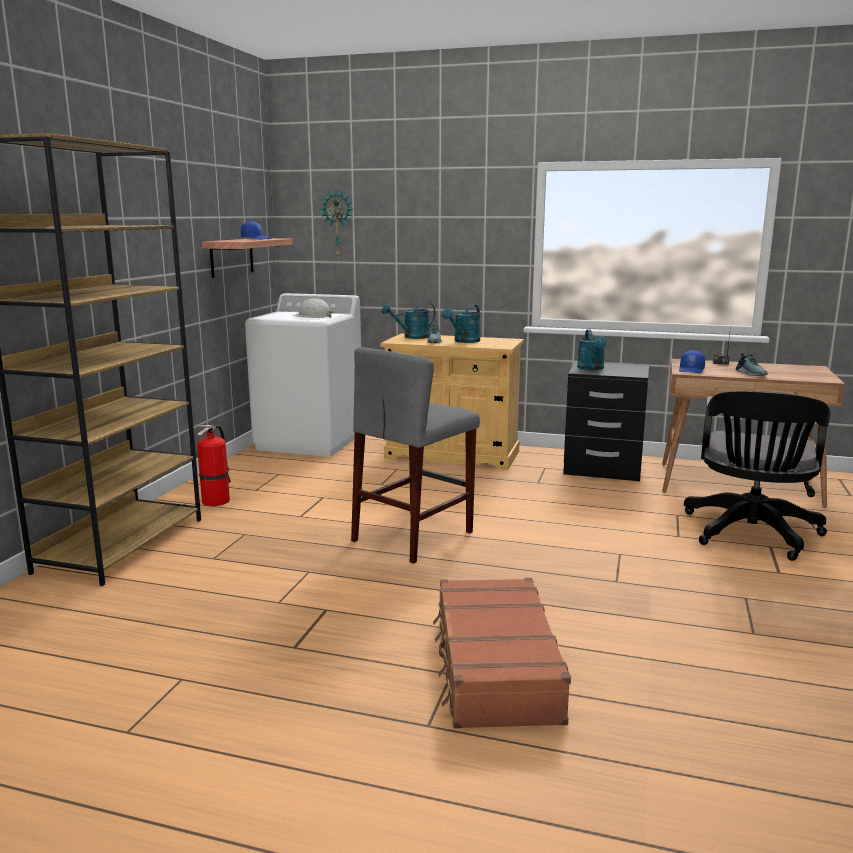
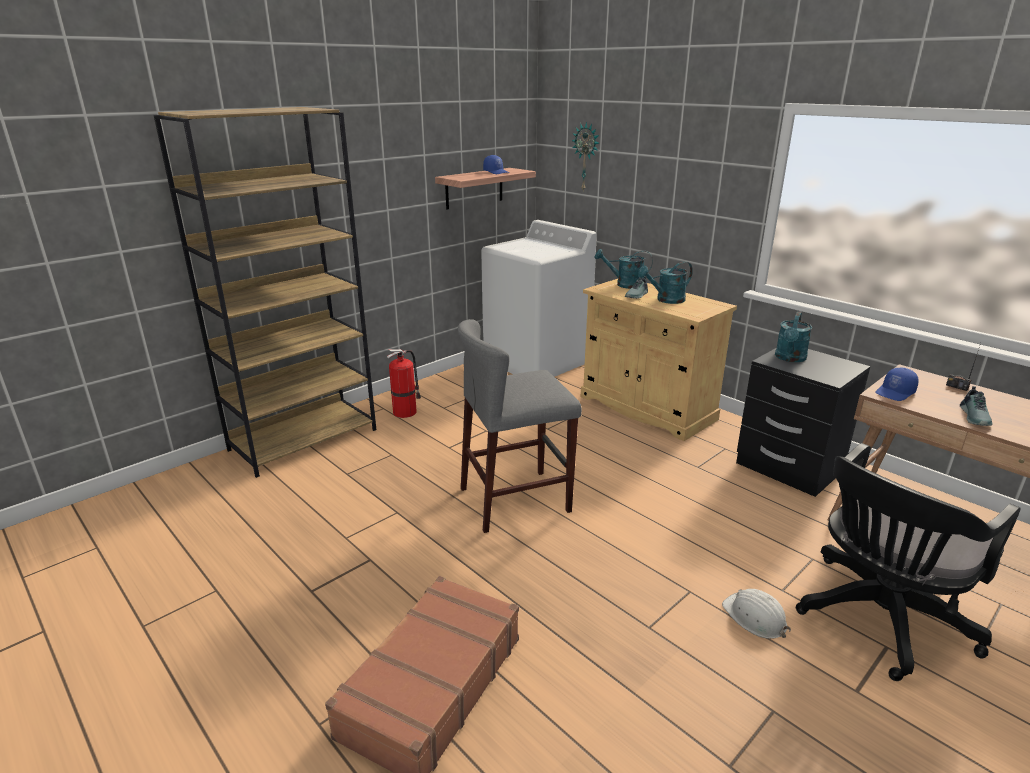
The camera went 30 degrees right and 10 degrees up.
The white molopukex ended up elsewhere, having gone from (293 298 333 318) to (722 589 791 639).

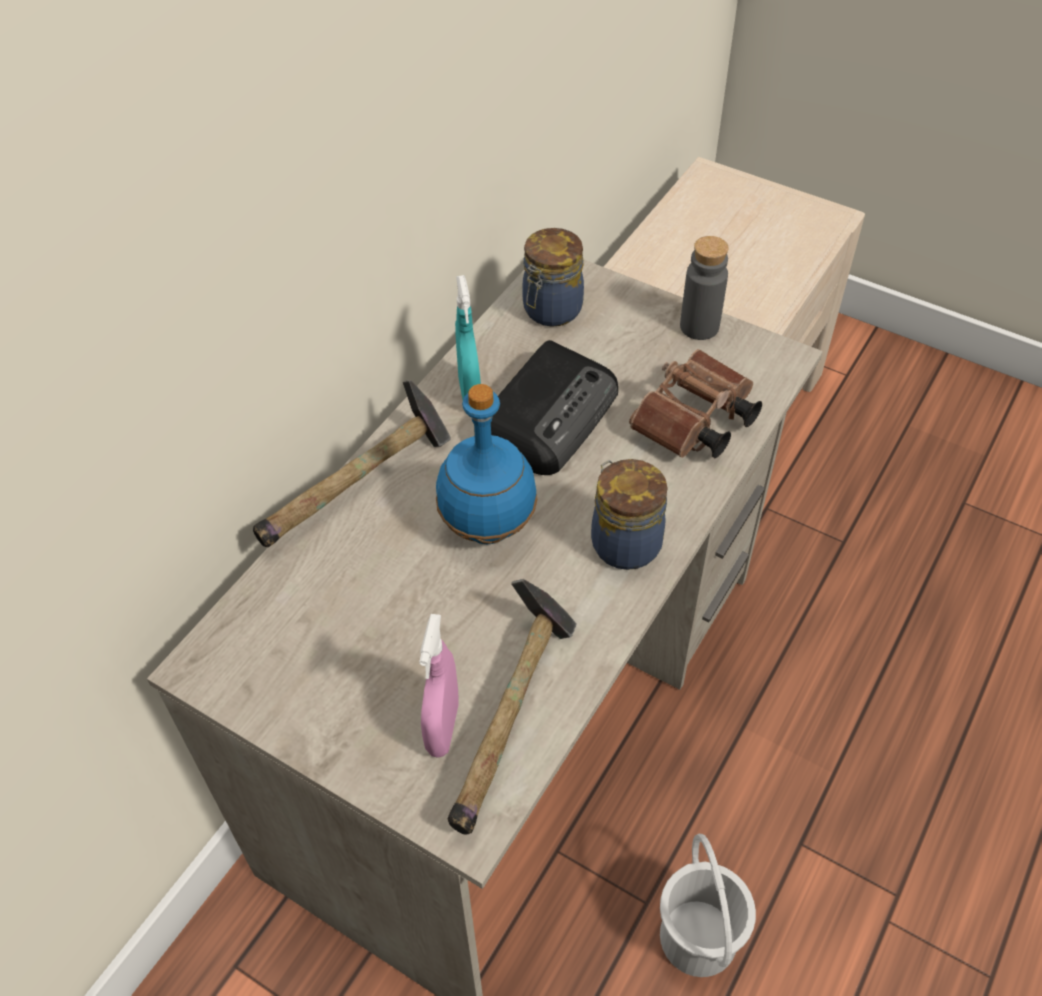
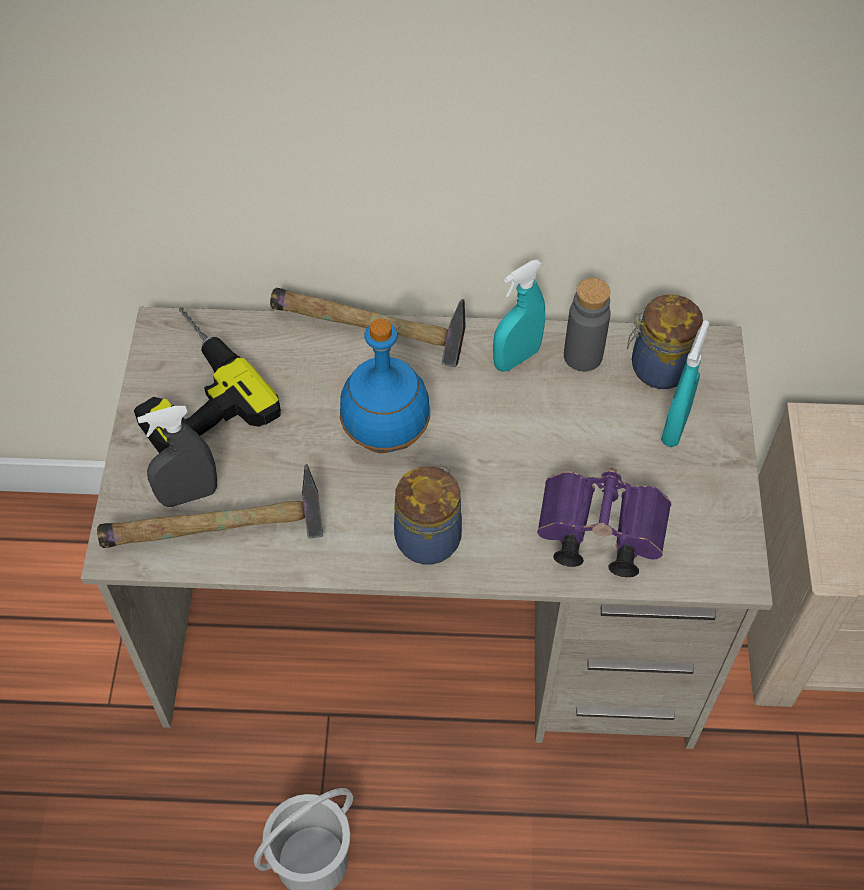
The camera went 60 degrees right and 5 degrees up.
The second view gained the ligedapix at (134 307 281 453).
What was the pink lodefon at (419 614 458 758) turned into the grey lodefon at (137 406 217 507).
What was the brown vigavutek at (629 349 762 458) turned into the purple vigavutek at (537 468 671 577).
The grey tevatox ended up elsewhere, having gone from (680 236 729 340) to (564 278 611 372).
The second view gained the turquoise lodefon at (661 320 709 447).
The second view lost the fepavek at (491 340 618 475).

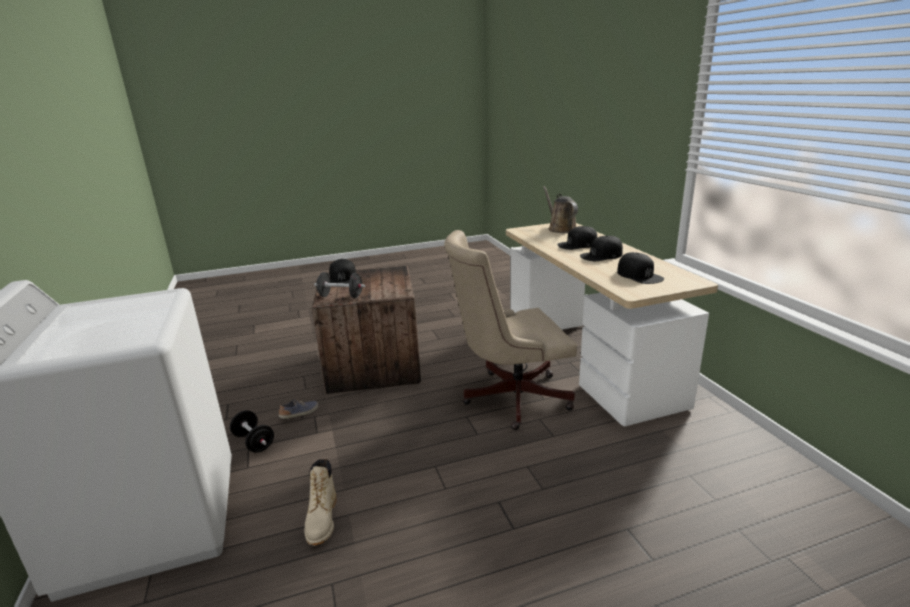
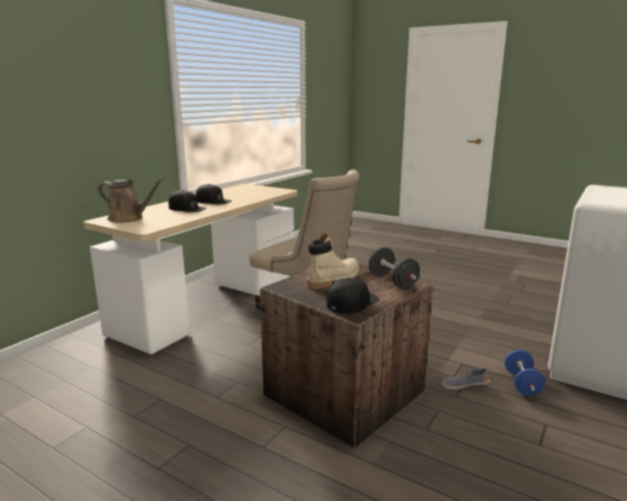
The camera went 130 degrees left and 5 degrees down.
The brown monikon at (543 186 578 233) ended up facing another way, 105 degrees counterclockwise from before.
The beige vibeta ended up elsewhere, having gone from (304 459 336 546) to (307 233 359 289).
What was the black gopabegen at (230 410 274 453) turned into the blue gopabegen at (504 350 545 396).
The second view lost the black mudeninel at (617 252 664 284).

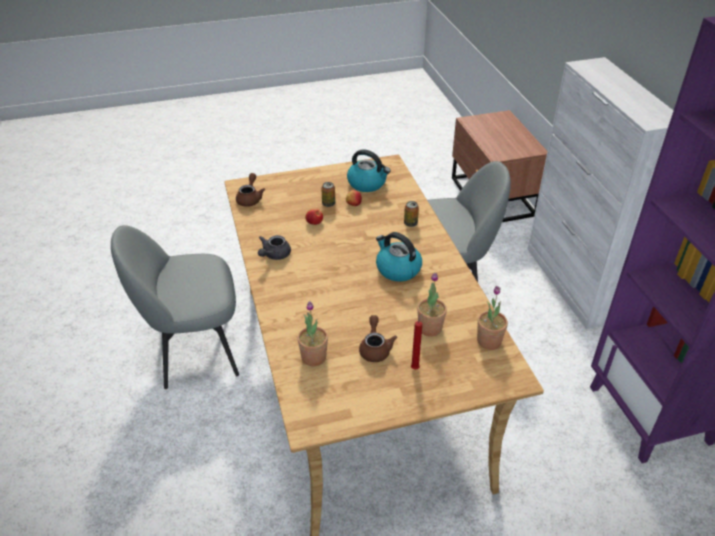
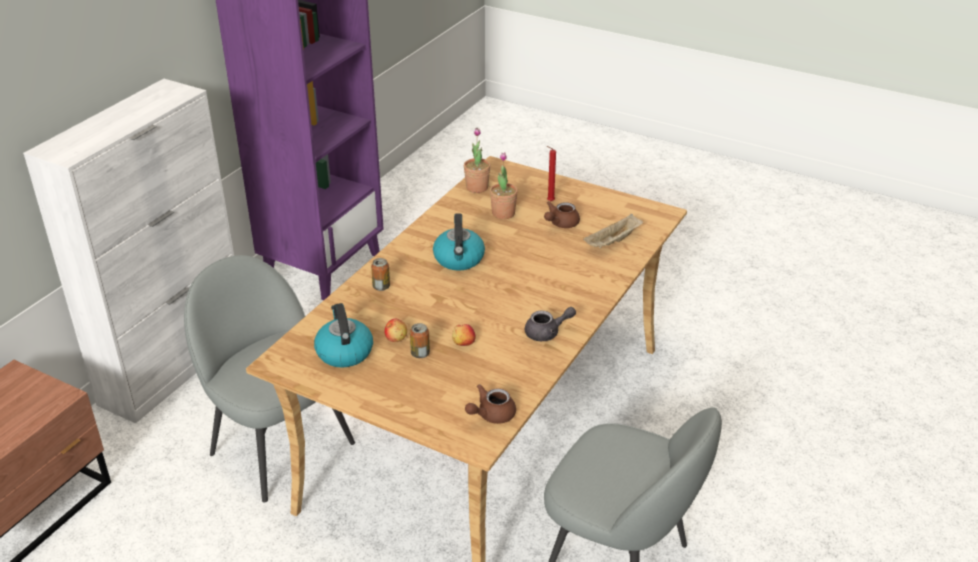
The camera went 135 degrees left and 5 degrees down.
Where the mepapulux stood at (297 301 328 366), the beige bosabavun came to stand at (583 214 643 248).

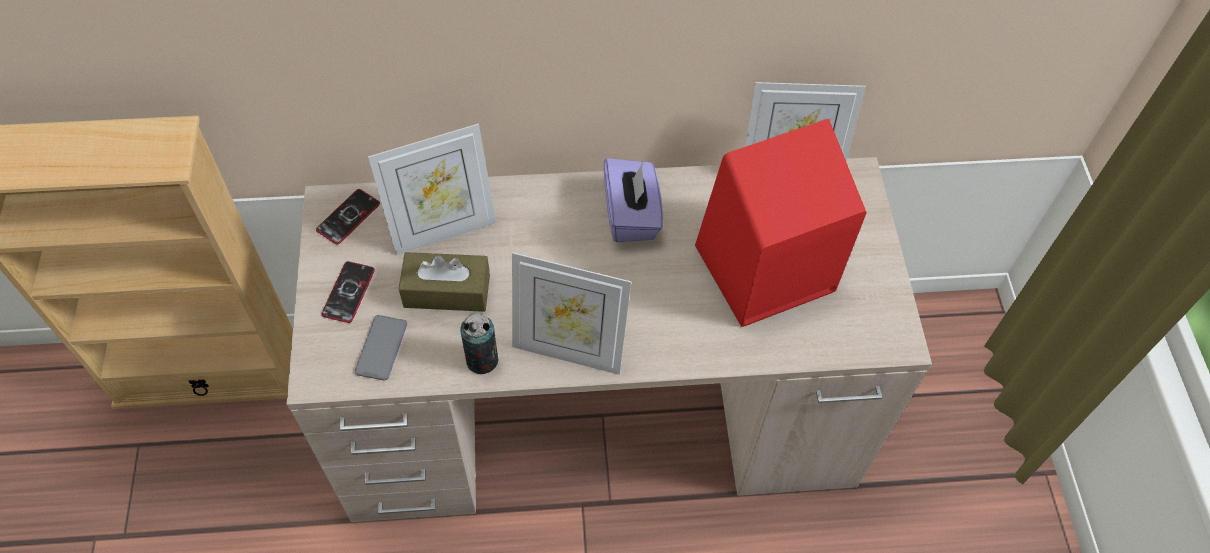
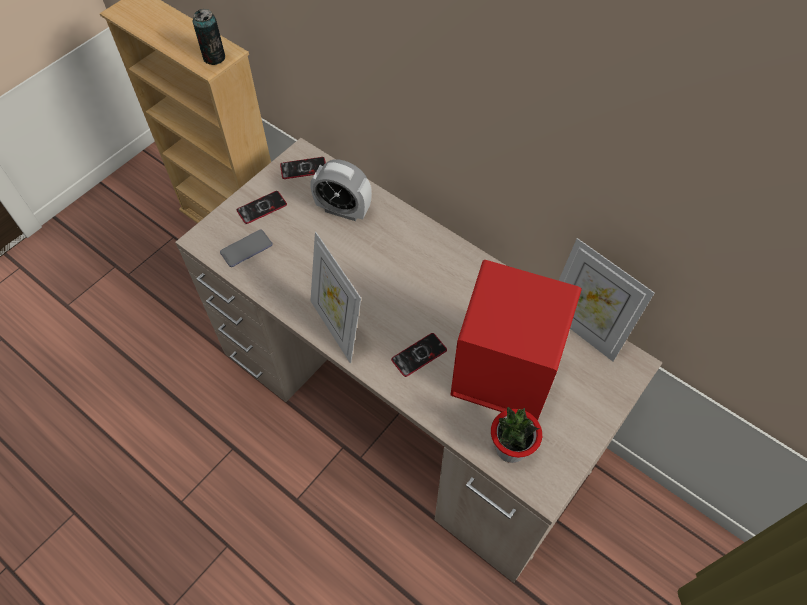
The camera went 45 degrees right and 0 degrees up.
The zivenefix ended up elsewhere, having gone from (460 313 498 374) to (193 9 225 65).
Where the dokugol stood at (368 123 496 255), the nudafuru came to stand at (310 159 372 221).
The second view gained the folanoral at (391 333 447 377).
The second view gained the mepapulux at (491 407 542 463).
The second view lost the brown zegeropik at (399 252 490 312).
The second view lost the purple zegeropik at (604 158 663 242).

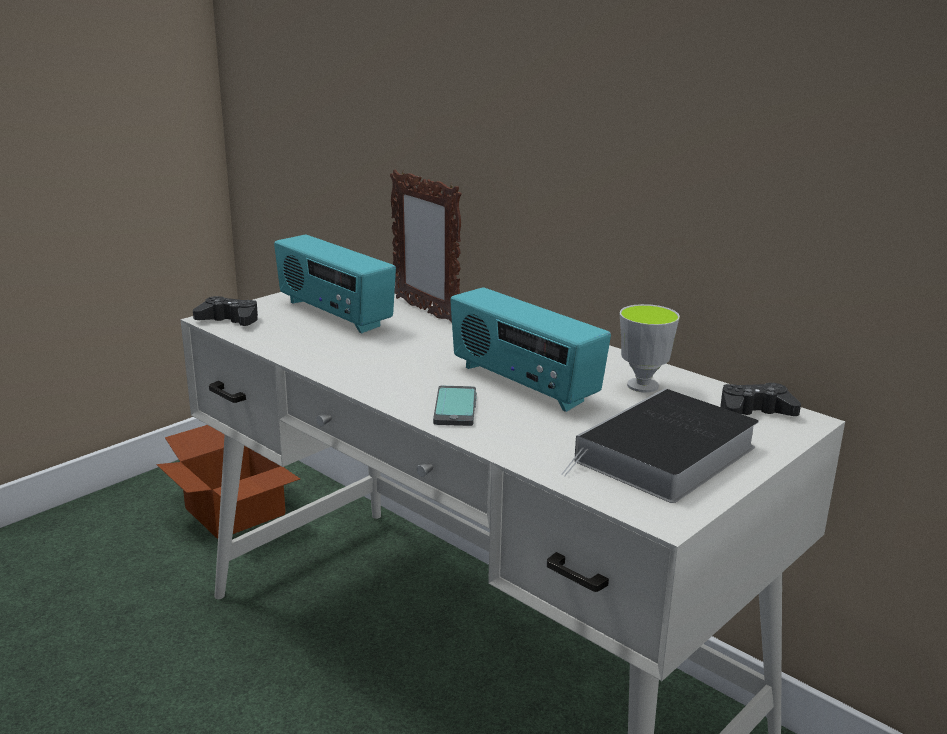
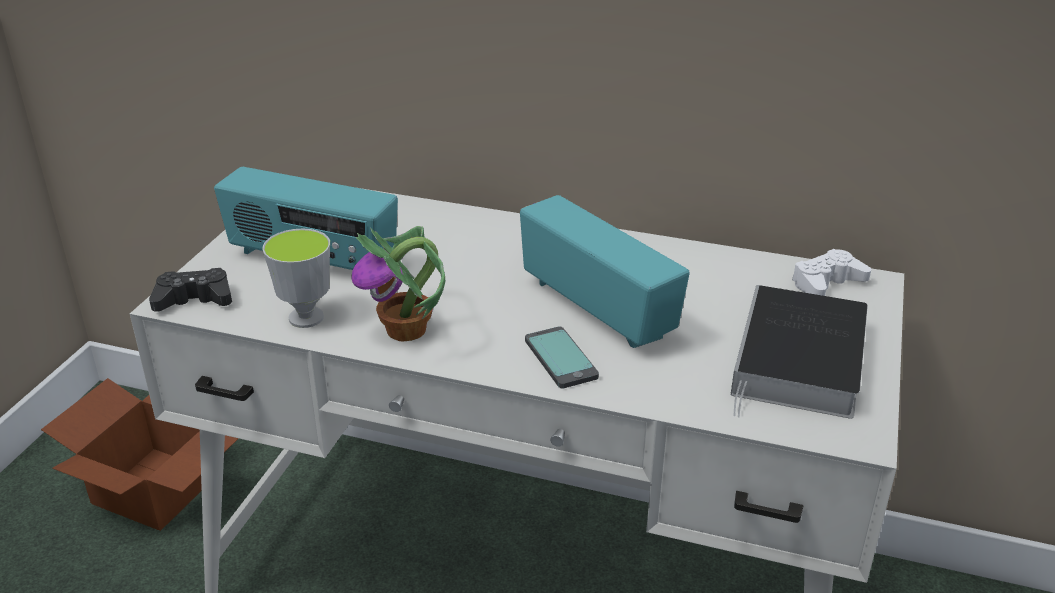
The camera went 25 degrees left and 10 degrees up.
The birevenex ended up elsewhere, having gone from (620 304 680 393) to (262 229 330 328).
The second view gained the mepapulux at (351 226 445 341).
The fepavek at (450 288 611 412) ended up facing another way, 150 degrees counterclockwise from before.
What was the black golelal at (720 383 801 416) turned into the white golelal at (792 249 871 296).
The second view lost the dokugol at (390 169 462 323).

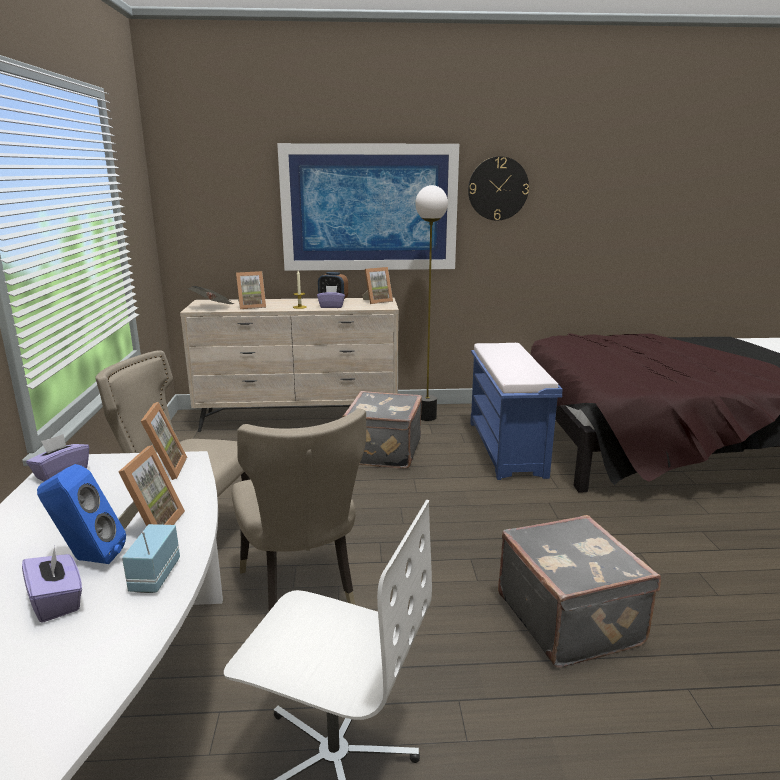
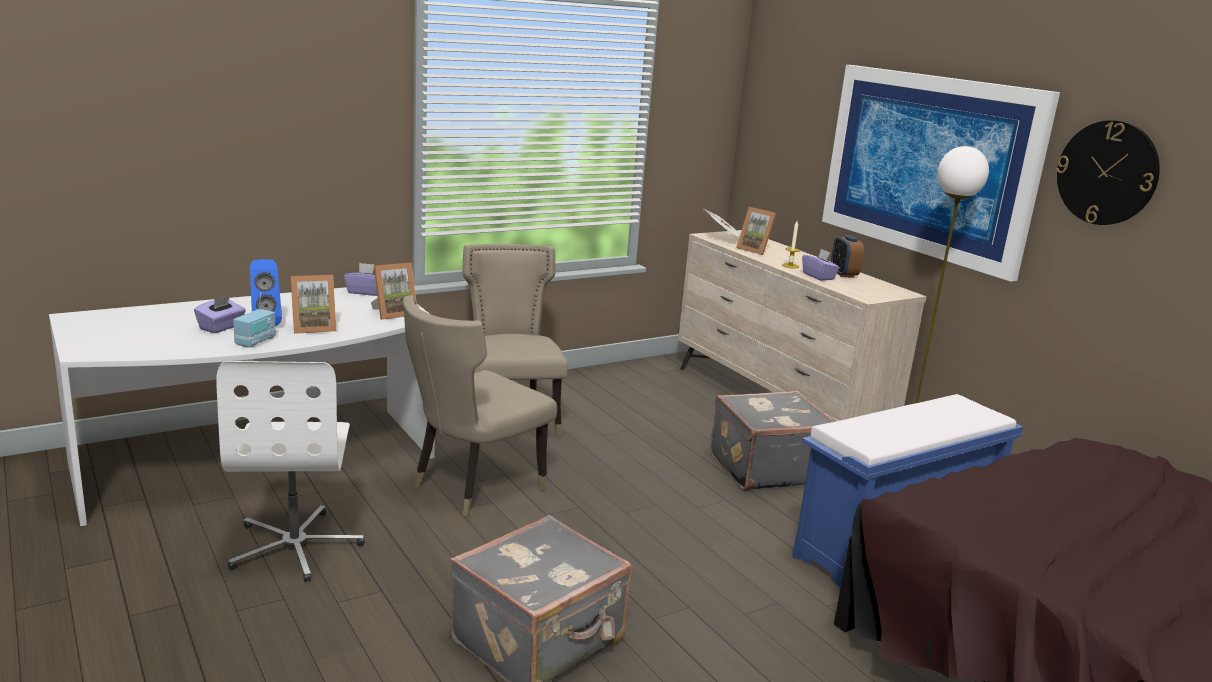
The camera went 60 degrees right and 0 degrees up.
The fepavek at (122 524 180 593) ended up facing another way, 135 degrees clockwise from before.
The second view lost the dokugol at (362 267 393 304).

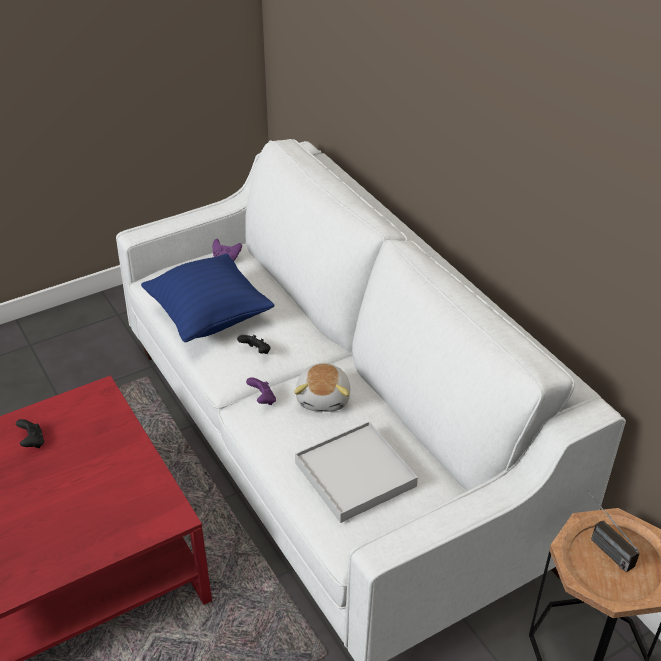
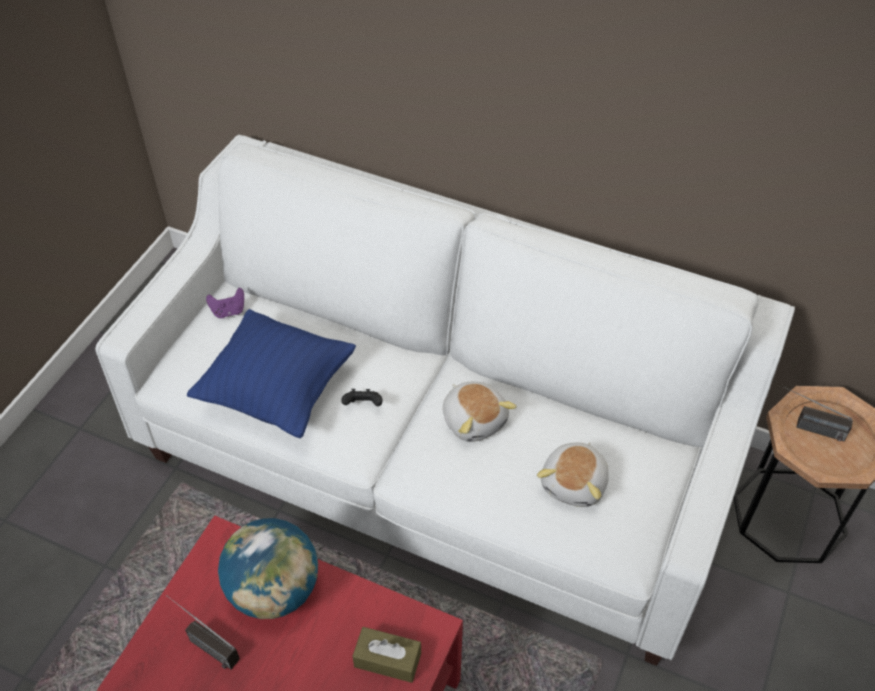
The camera went 35 degrees left and 10 degrees up.
Where the black golelal stood at (16 419 44 448), the fepavek came to stand at (167 595 240 669).
The second view gained the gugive at (218 518 318 619).
The second view gained the brown zegeropik at (352 627 421 683).
Where the white bosabavun stood at (295 422 418 523), the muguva came to stand at (537 442 609 507).
The second view lost the purple golelal at (246 377 276 405).

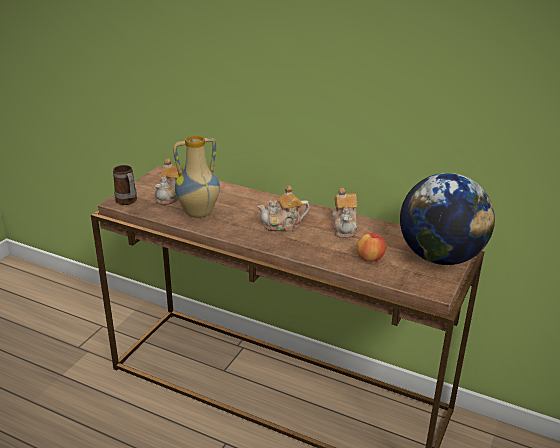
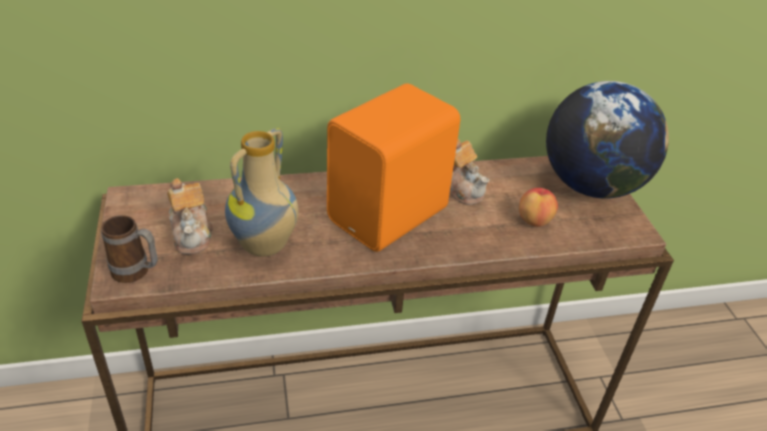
The camera went 40 degrees left and 10 degrees up.
Where the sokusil stood at (258 185 310 231), the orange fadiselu came to stand at (327 84 460 252).

